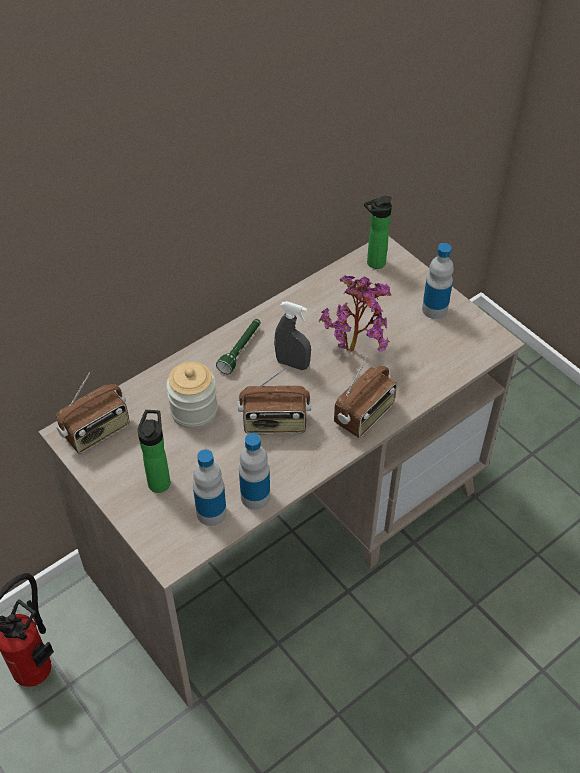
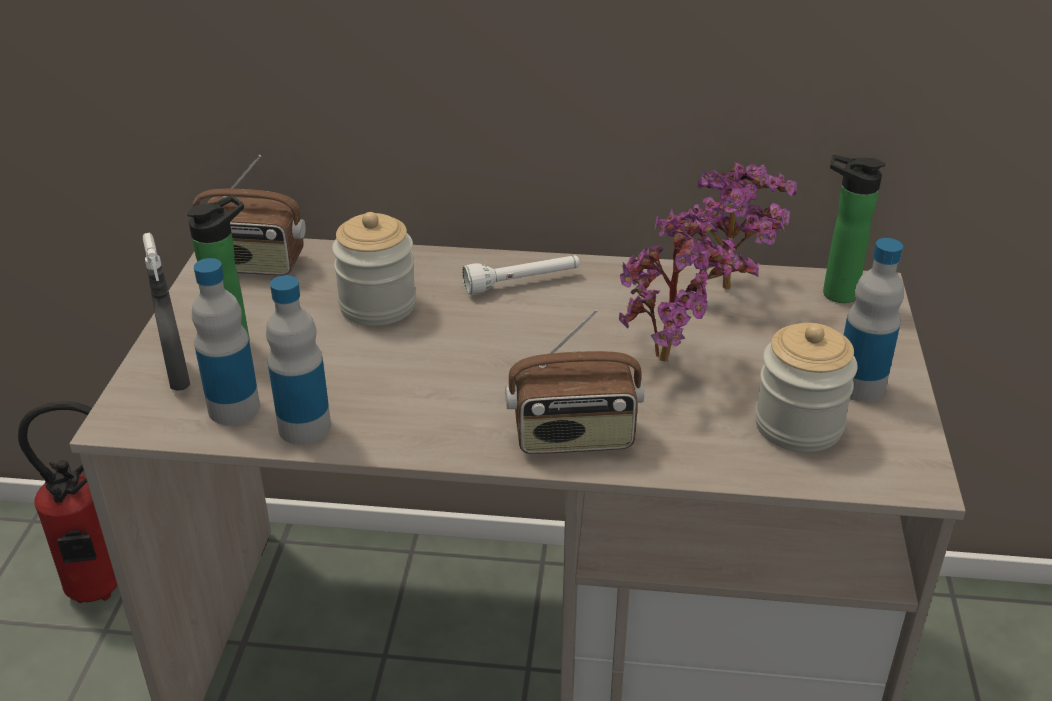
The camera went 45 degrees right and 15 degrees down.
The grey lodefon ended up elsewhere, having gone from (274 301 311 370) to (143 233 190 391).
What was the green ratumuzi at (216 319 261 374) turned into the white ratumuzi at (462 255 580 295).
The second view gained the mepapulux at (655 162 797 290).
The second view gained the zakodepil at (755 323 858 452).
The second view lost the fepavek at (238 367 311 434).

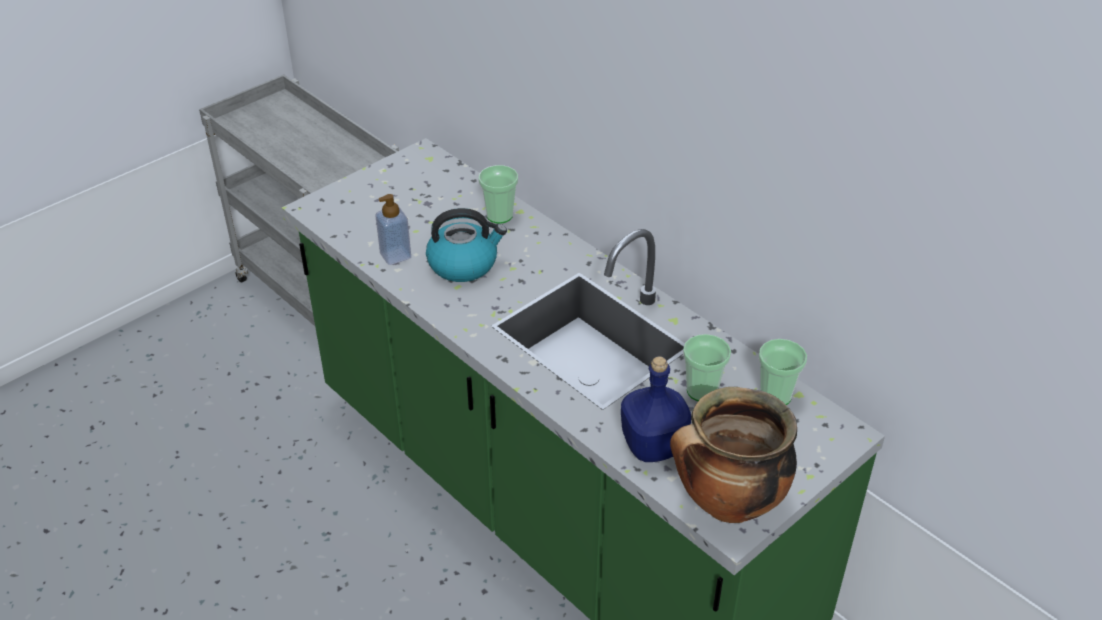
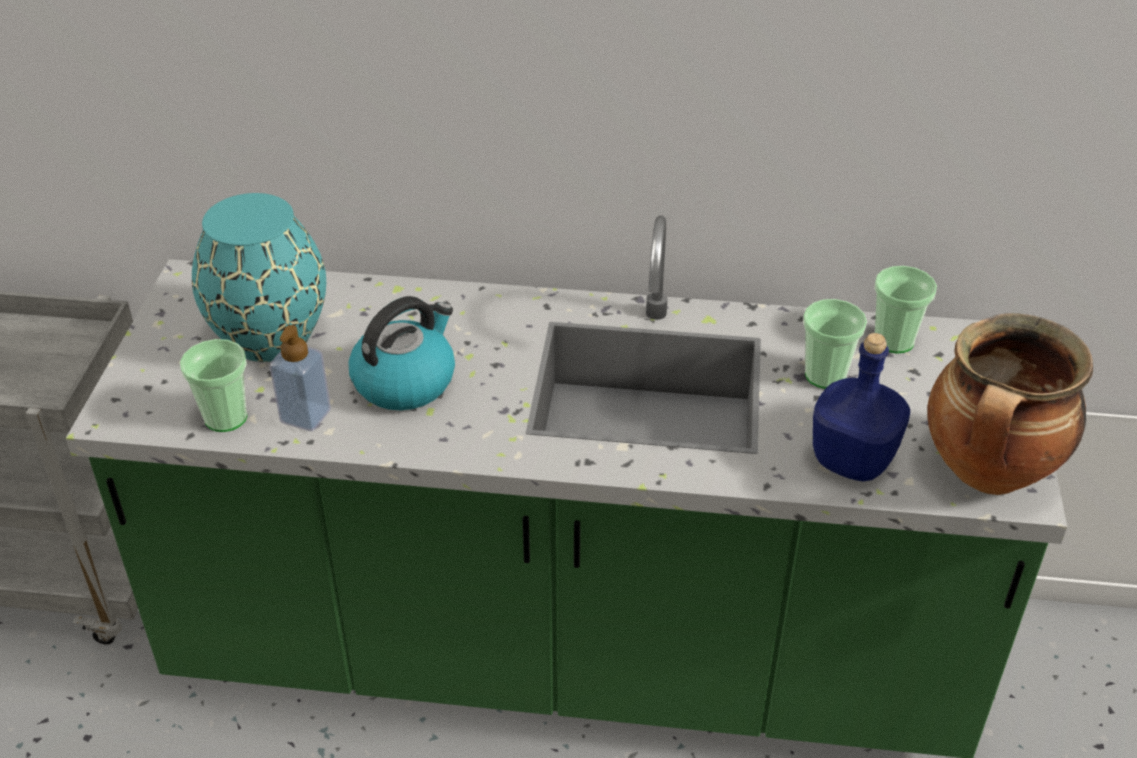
The camera went 40 degrees left and 0 degrees up.
The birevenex ended up elsewhere, having gone from (479 165 518 224) to (180 339 247 432).
The second view gained the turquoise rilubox at (192 193 326 362).

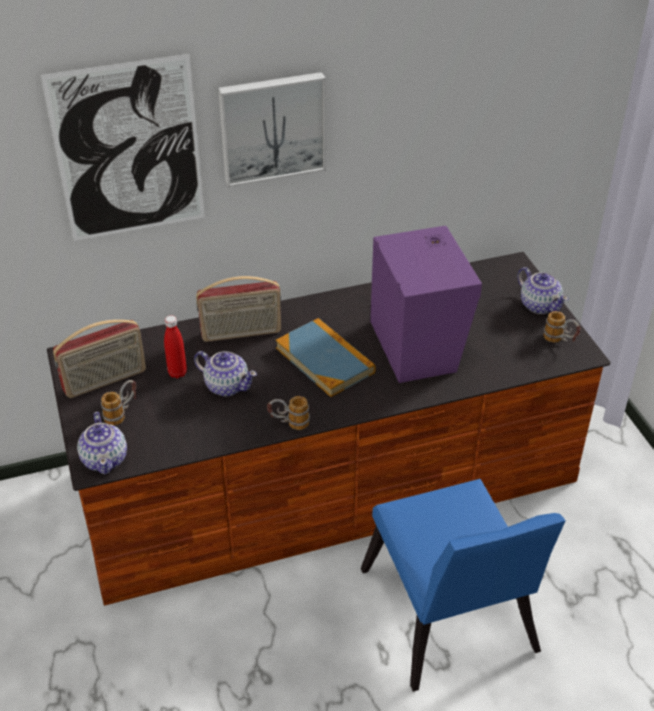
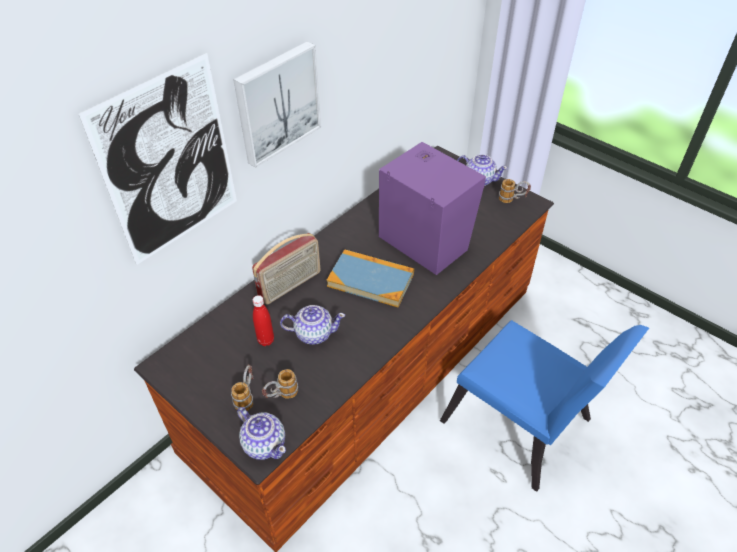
The camera went 30 degrees left and 5 degrees up.
The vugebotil ended up elsewhere, having gone from (267 396 310 430) to (262 369 298 399).
The second view lost the fepavek at (53 319 146 398).

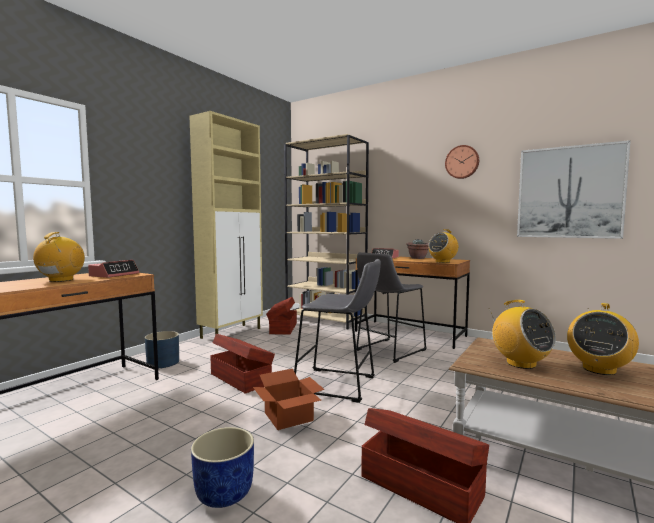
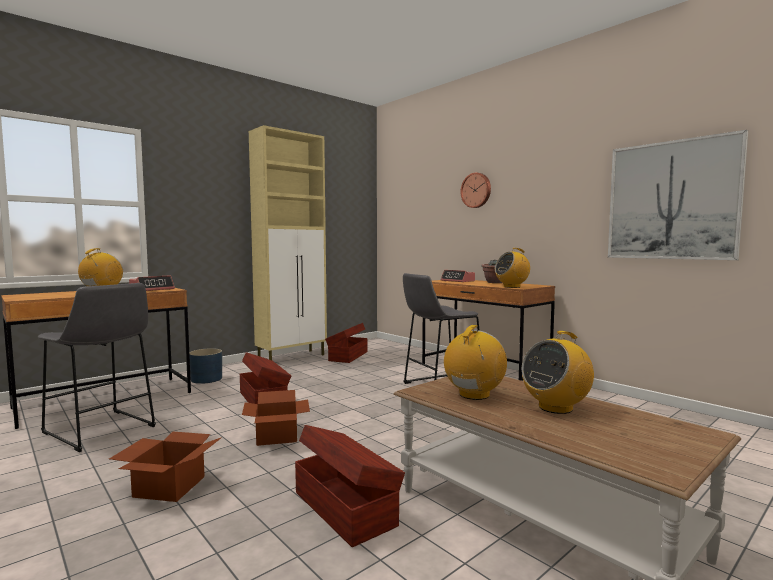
The camera went 15 degrees right and 0 degrees up.
The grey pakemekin ended up elsewhere, having gone from (294 259 381 403) to (38 283 156 452).
Where the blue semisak stood at (191 427 254 508), the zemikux came to stand at (109 431 222 502).
The fepavek at (488 300 556 369) ended up facing another way, 135 degrees counterclockwise from before.
The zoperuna ended up elsewhere, having gone from (445 145 479 179) to (461 173 491 208).
The second view lost the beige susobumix at (284 134 369 329).

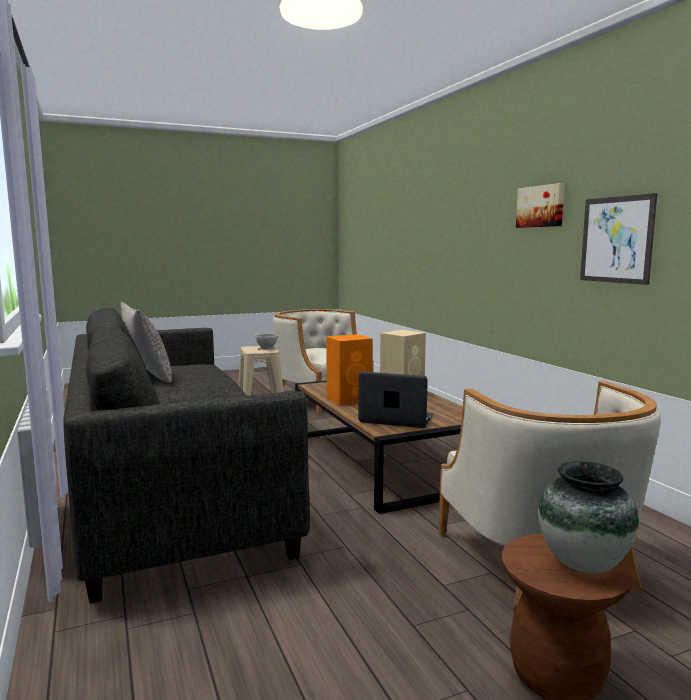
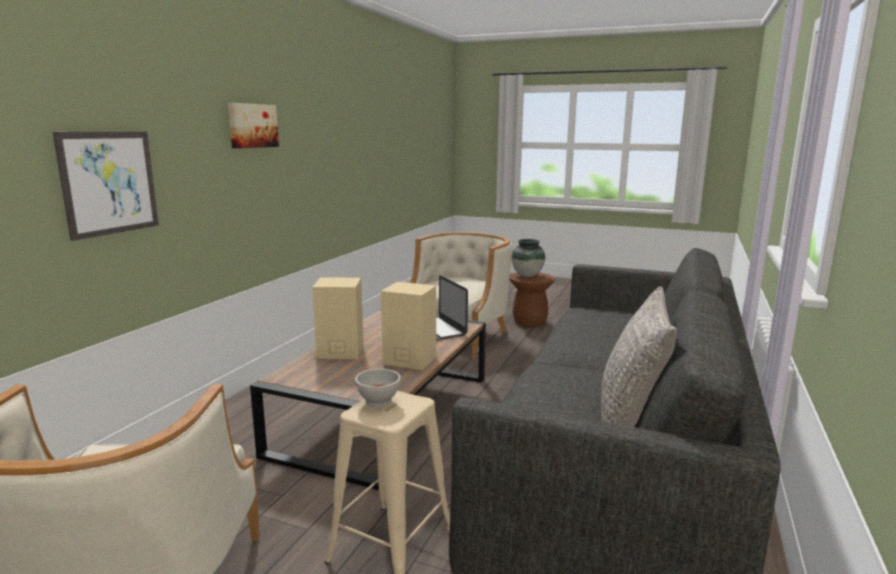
The camera went 135 degrees left and 5 degrees up.
The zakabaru ended up elsewhere, having gone from (580 193 657 285) to (53 132 159 241).
What was the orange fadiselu at (326 334 373 405) turned into the beige fadiselu at (381 282 436 370).

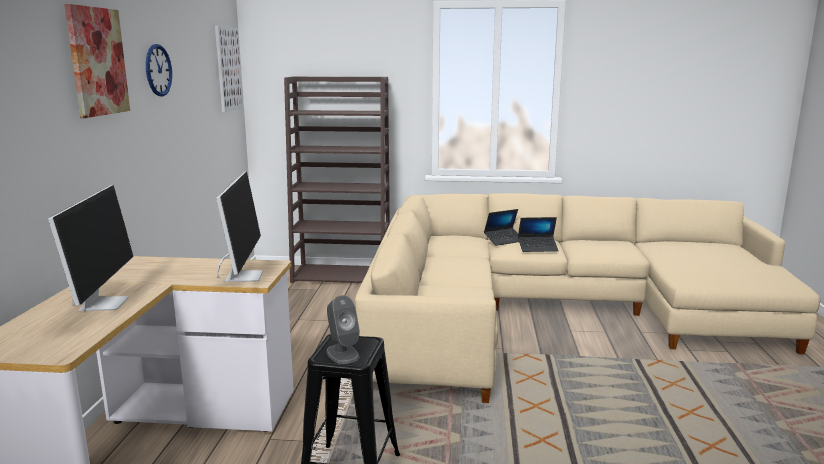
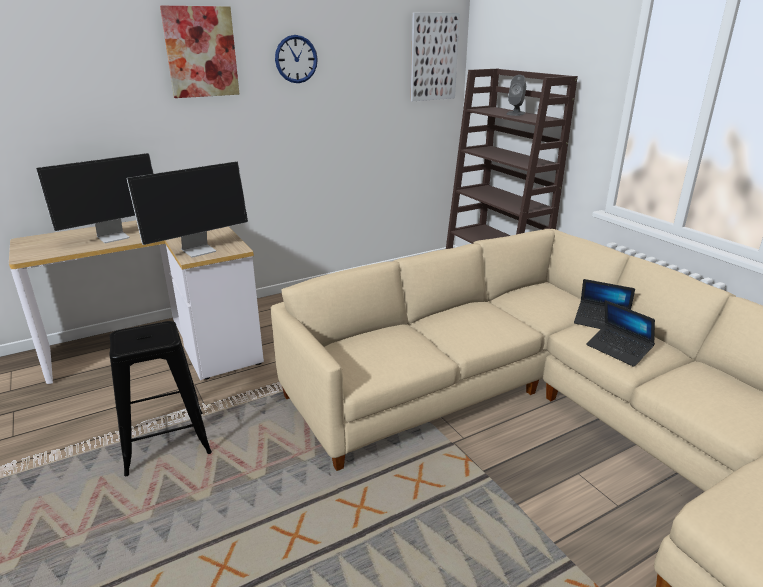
The camera went 55 degrees right and 10 degrees up.
The grey fadiselu ended up elsewhere, having gone from (326 295 360 364) to (506 75 526 116).

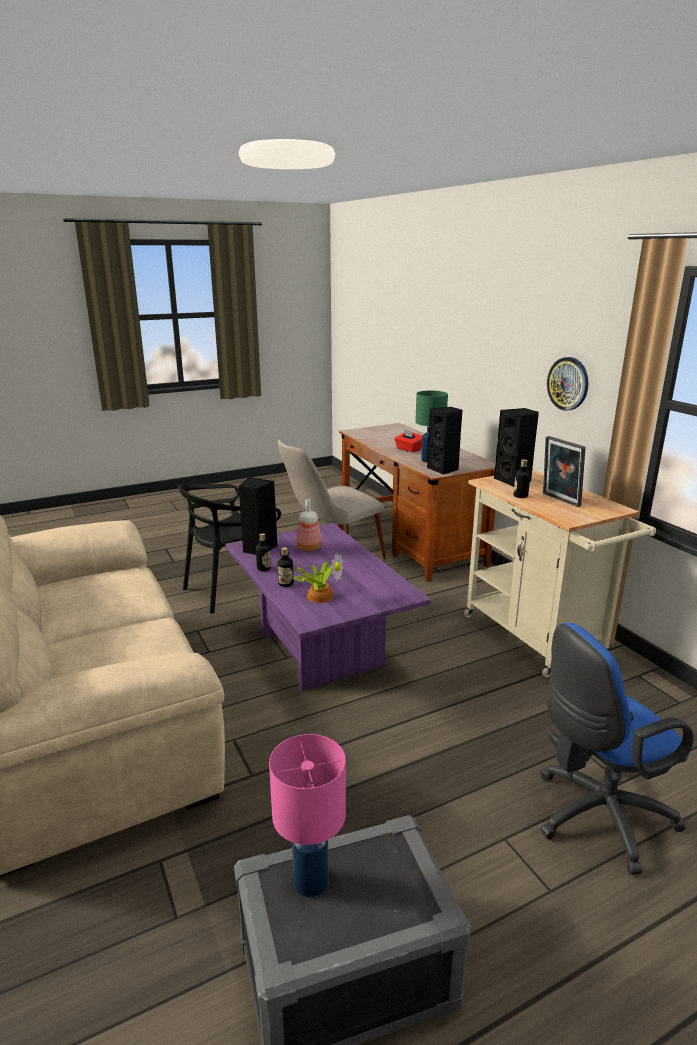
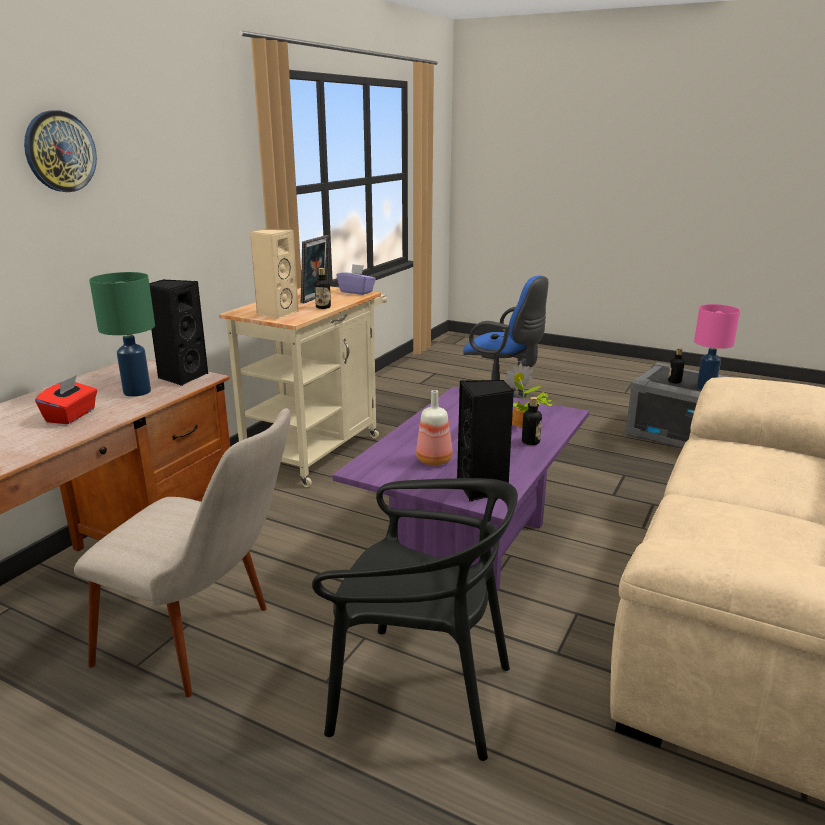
The camera went 125 degrees left and 0 degrees up.
The zoperuna ended up elsewhere, having gone from (547 357 589 410) to (24 110 97 192).
What was the black fadiselu at (494 408 539 487) turned into the beige fadiselu at (250 229 299 319).
The second view gained the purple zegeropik at (336 264 376 295).
The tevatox ended up elsewhere, having gone from (256 533 271 571) to (668 348 685 383).

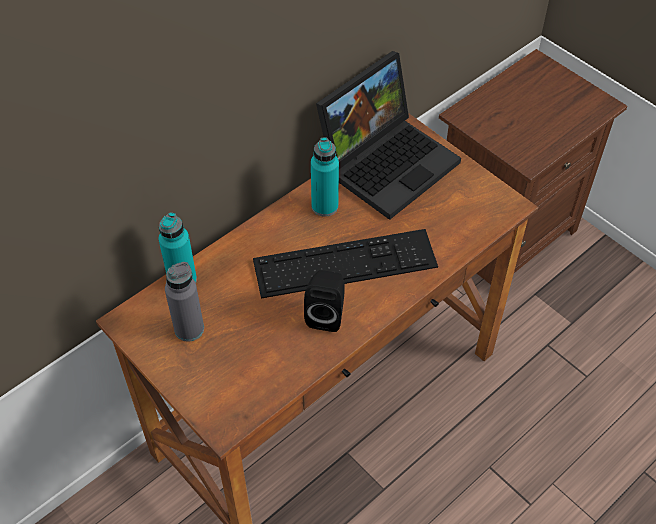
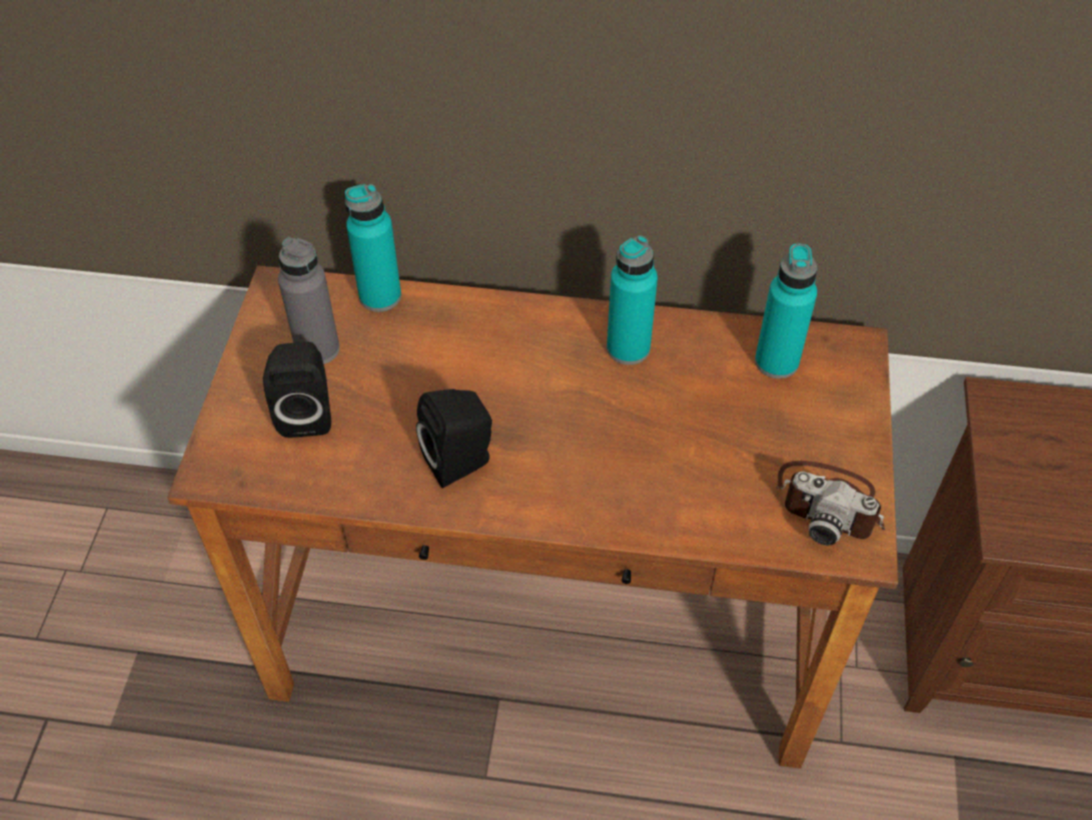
The camera went 50 degrees right and 0 degrees up.
The second view gained the black fadiselu at (263 342 331 438).
Where the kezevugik stood at (316 51 461 220), the turquoise tevatox came to stand at (755 243 817 379).
The second view gained the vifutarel at (776 461 885 546).
The second view lost the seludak at (253 229 438 298).

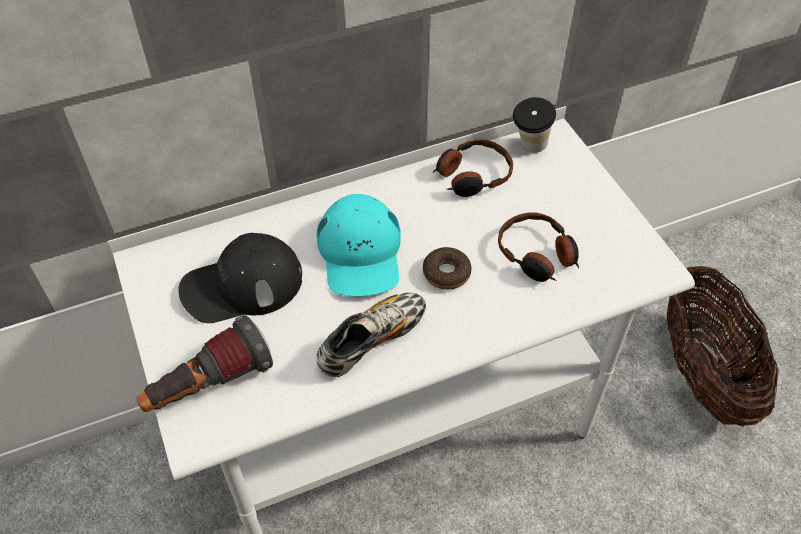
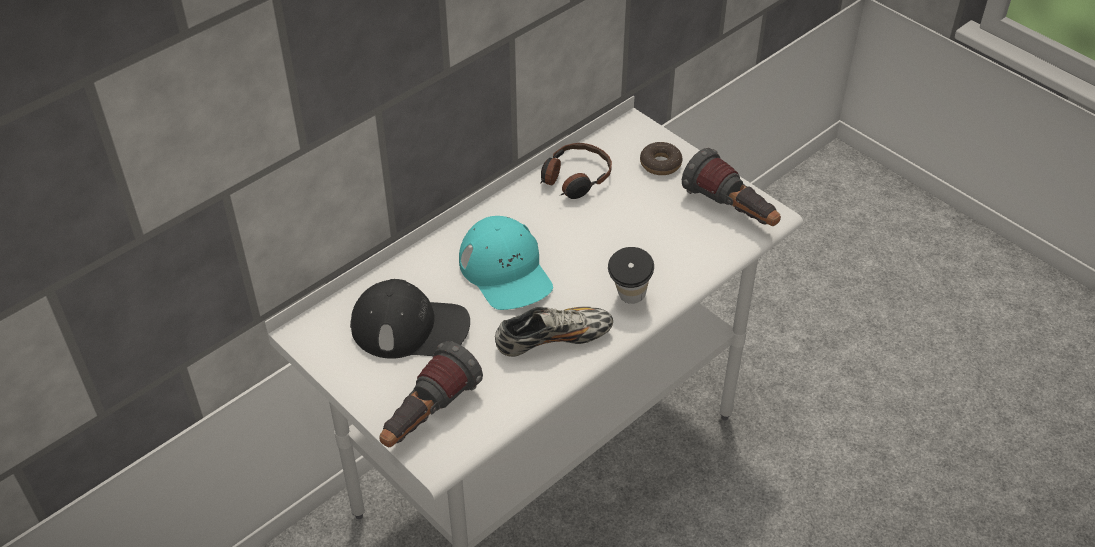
The camera went 20 degrees left and 5 degrees down.
The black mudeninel at (178 233 302 323) ended up facing another way, 135 degrees counterclockwise from before.
The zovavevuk at (316 293 426 377) ended up facing another way, 45 degrees clockwise from before.
The birevenex ended up elsewhere, having gone from (513 97 556 153) to (608 247 654 304).
The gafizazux ended up elsewhere, having gone from (423 247 472 290) to (640 142 682 175).
The second view gained the ratumuzi at (682 148 781 226).
The second view lost the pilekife at (498 212 579 282).
The second view lost the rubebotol at (667 266 779 426).

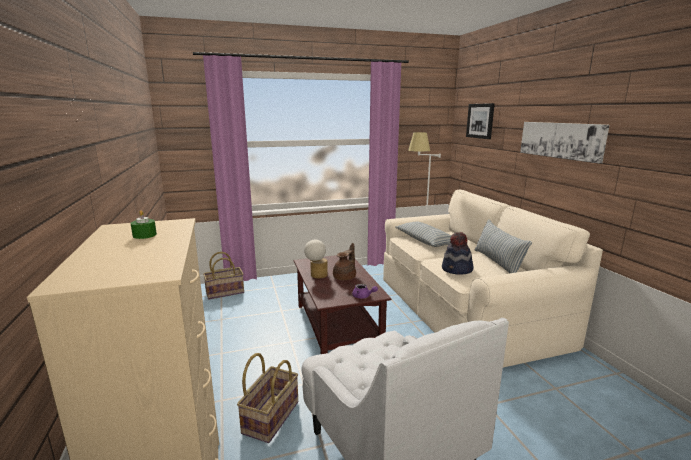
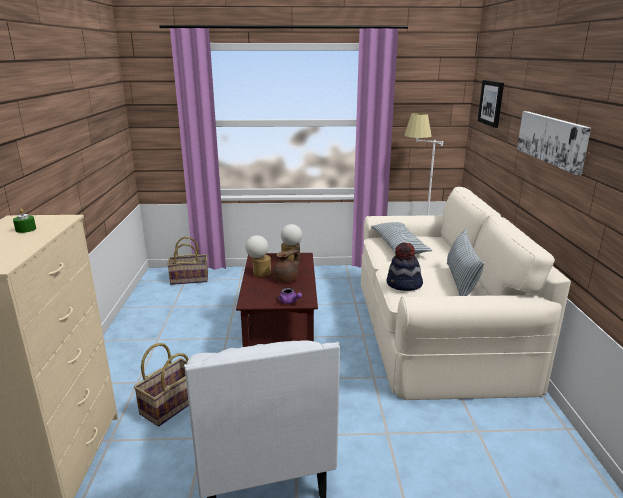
The camera went 15 degrees right and 5 degrees up.
The second view gained the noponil at (281 224 302 261).

